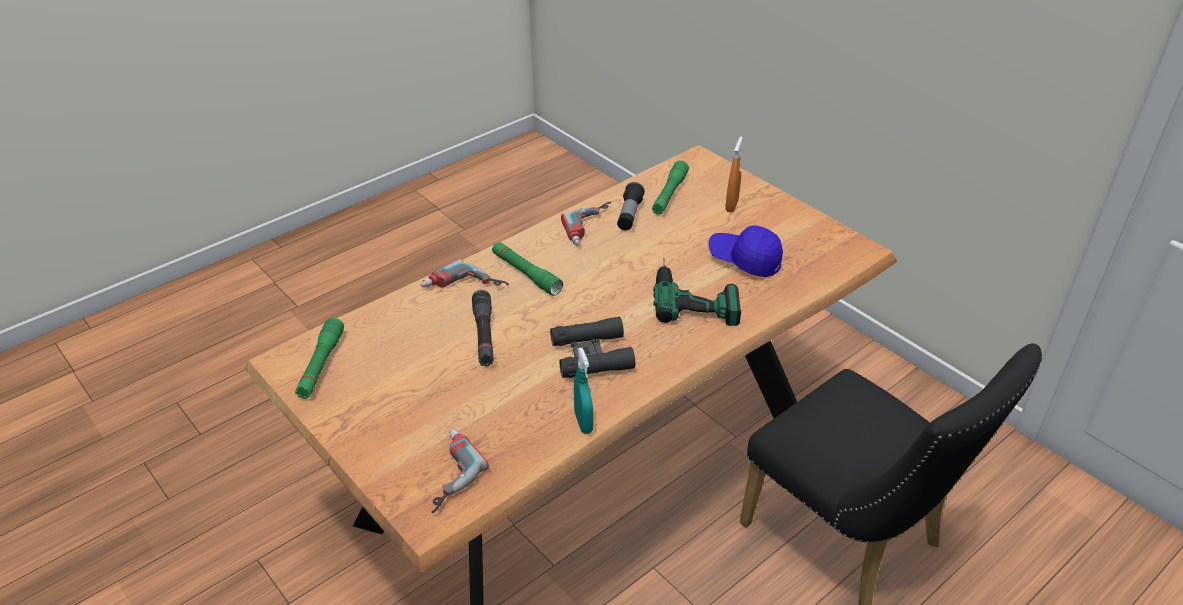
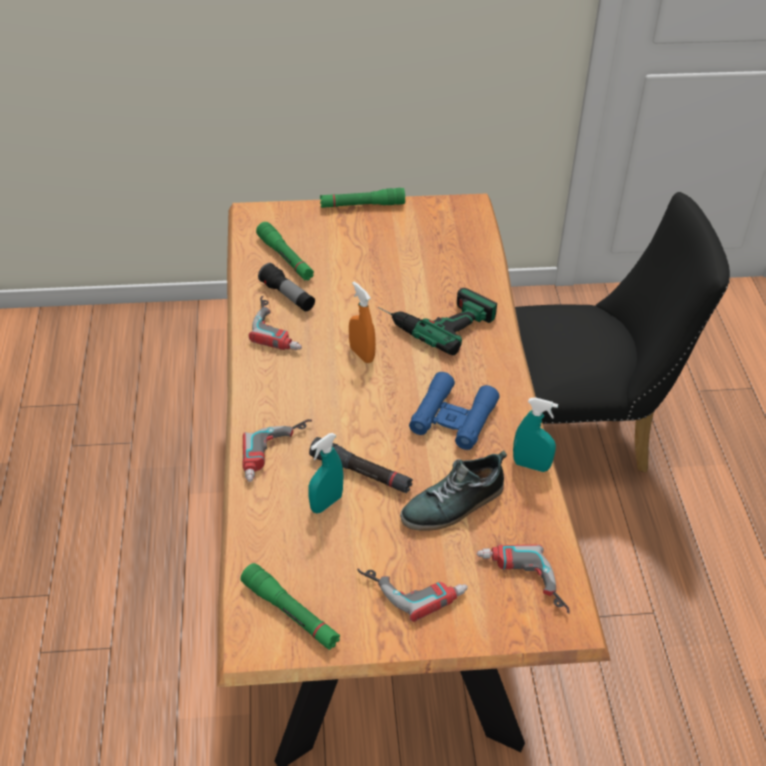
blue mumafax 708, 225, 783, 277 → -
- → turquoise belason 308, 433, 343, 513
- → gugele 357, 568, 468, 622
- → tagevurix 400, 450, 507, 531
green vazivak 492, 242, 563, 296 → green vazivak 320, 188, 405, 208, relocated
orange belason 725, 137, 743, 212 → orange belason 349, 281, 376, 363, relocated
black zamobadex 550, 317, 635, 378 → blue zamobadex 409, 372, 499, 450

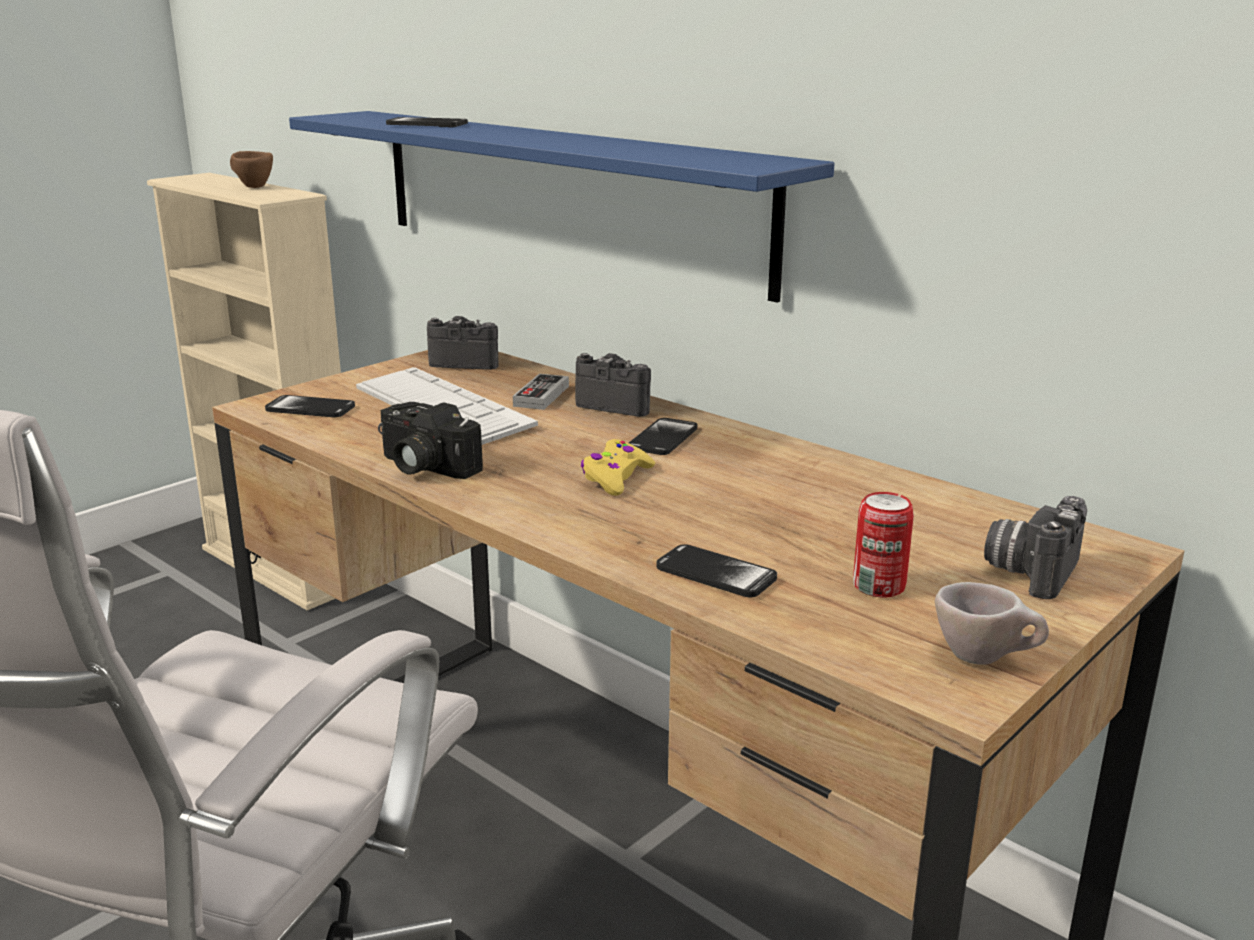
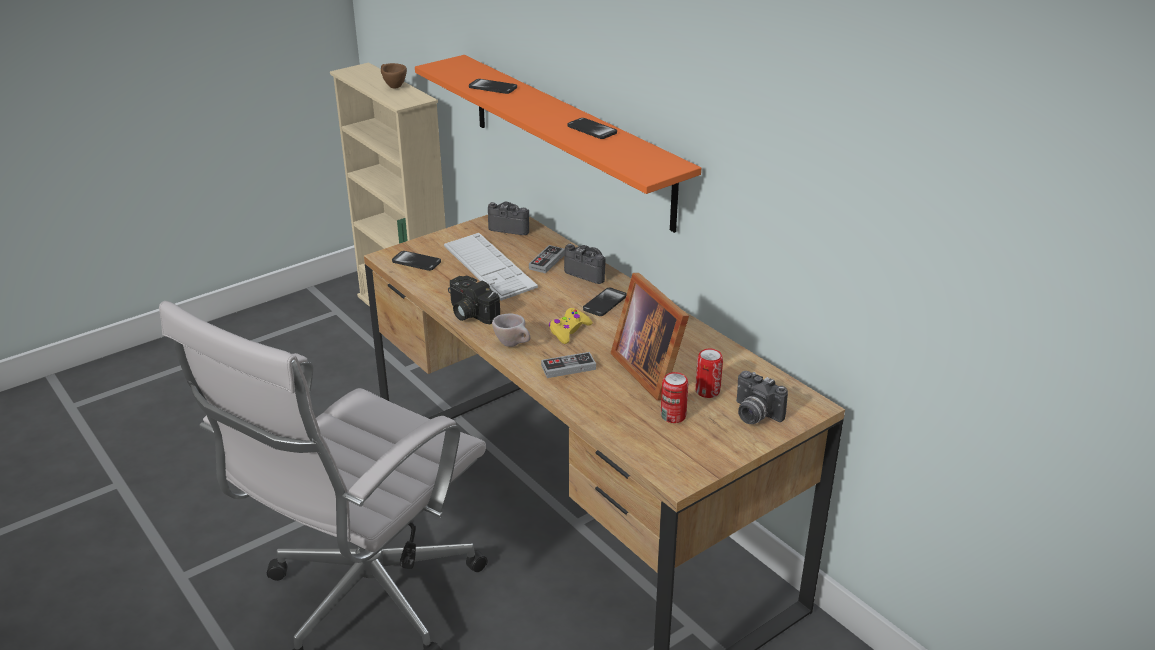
- → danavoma 541, 352, 596, 378
- → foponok 610, 273, 689, 401
- → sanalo 695, 349, 723, 398
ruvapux 656, 544, 777, 597 → ruvapux 568, 118, 617, 139, relocated
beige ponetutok 935, 582, 1049, 665 → beige ponetutok 492, 313, 530, 347, relocated
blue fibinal 289, 111, 834, 303 → orange fibinal 415, 55, 701, 233
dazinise 984, 496, 1087, 599 → dazinise 736, 371, 788, 424, 90 degrees counterclockwise

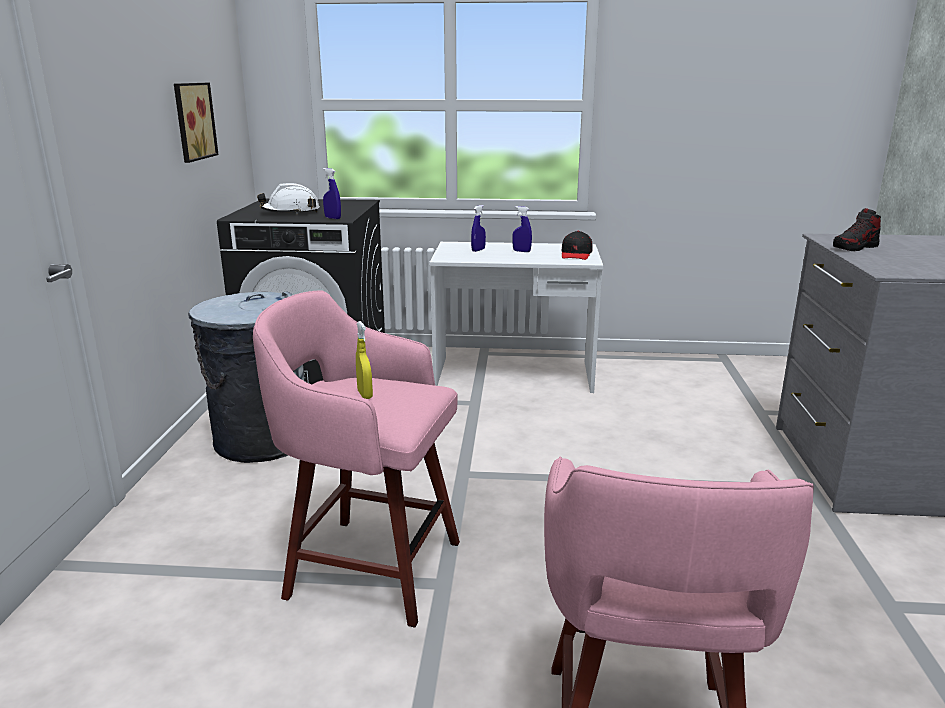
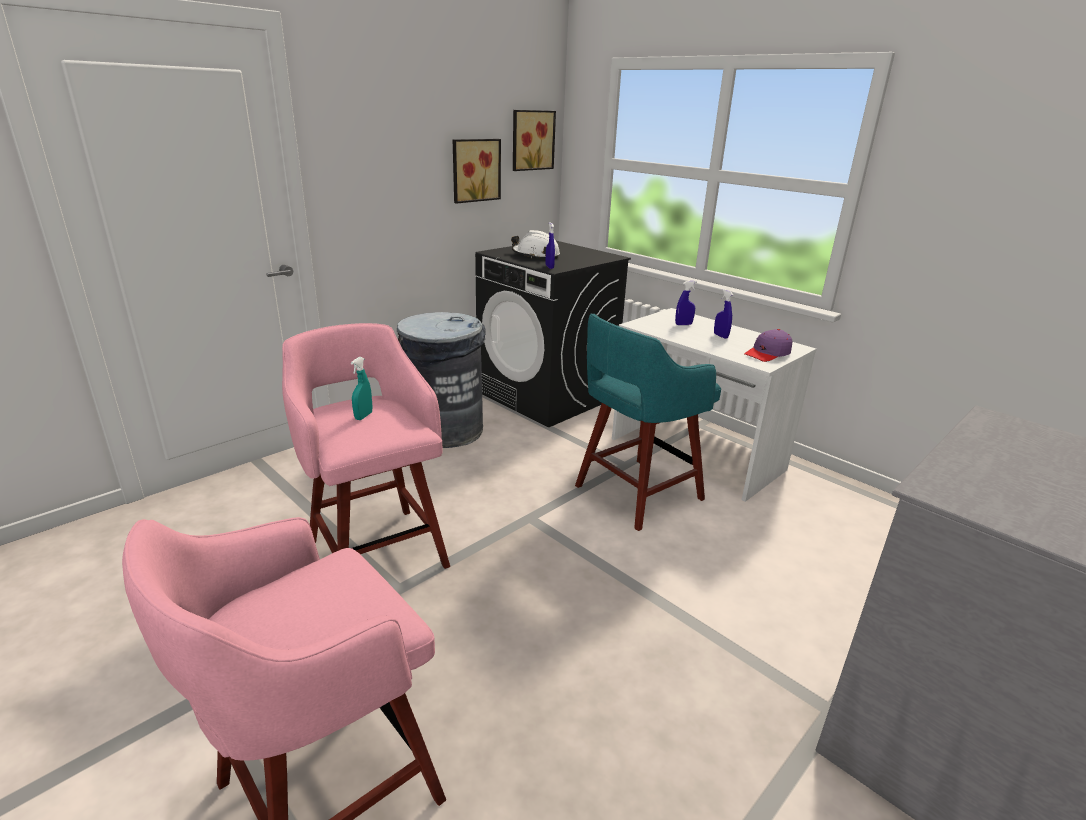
tagevurix 833, 208, 881, 251 → -
- → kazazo 513, 110, 556, 171
- → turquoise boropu 575, 314, 721, 531
yellow belason 356, 321, 373, 399 → turquoise belason 351, 357, 372, 420
black mumafax 562, 231, 592, 260 → purple mumafax 744, 329, 792, 362

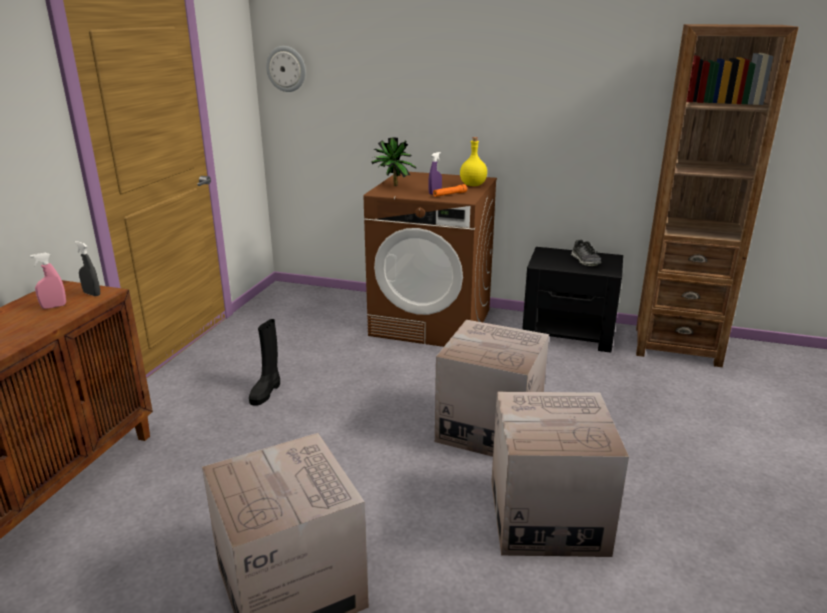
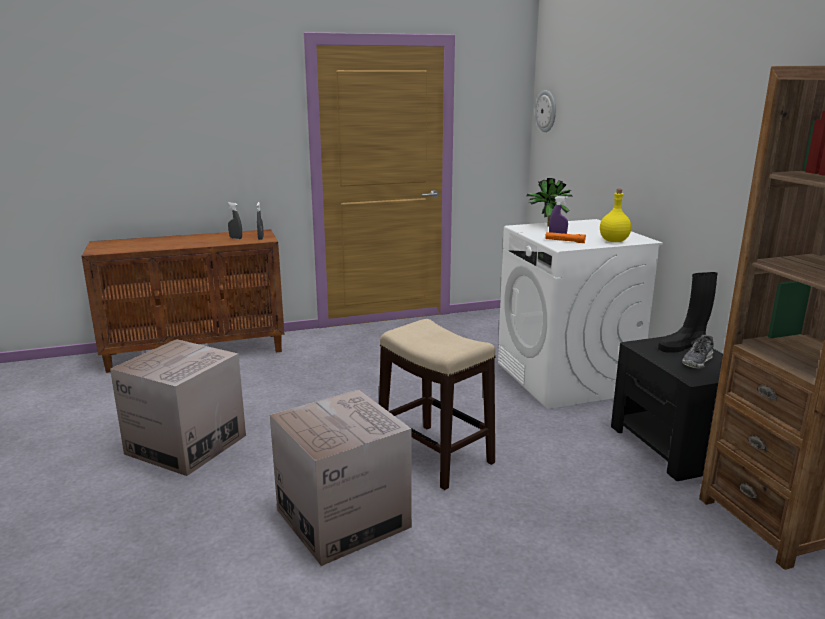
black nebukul 249, 319, 280, 406 → black nebukul 658, 272, 718, 353, relocated
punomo 435, 320, 549, 457 → boropu 379, 319, 496, 490
pink belason 30, 253, 66, 309 → grey belason 228, 202, 242, 239
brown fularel 364, 172, 497, 347 → white fularel 498, 219, 663, 409

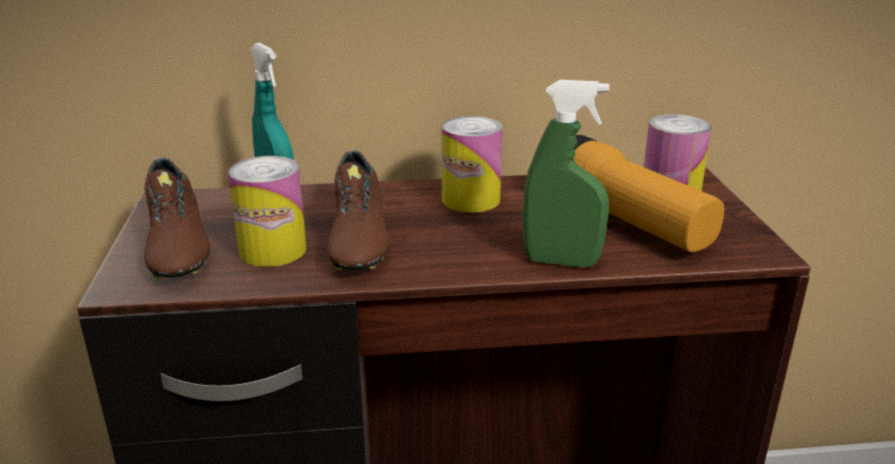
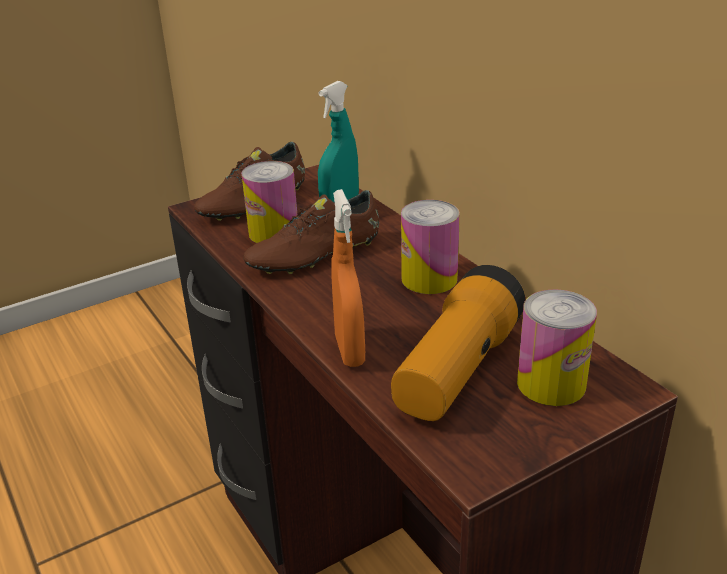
green belason 523, 80, 609, 267 → orange belason 331, 189, 365, 367

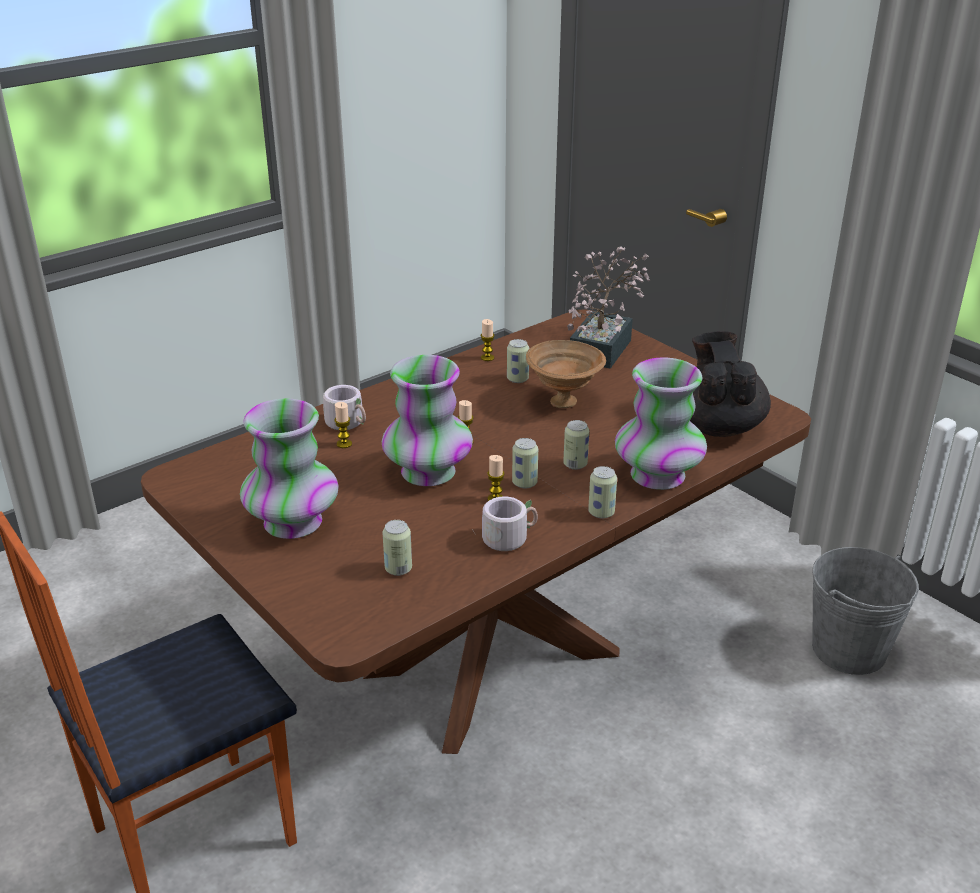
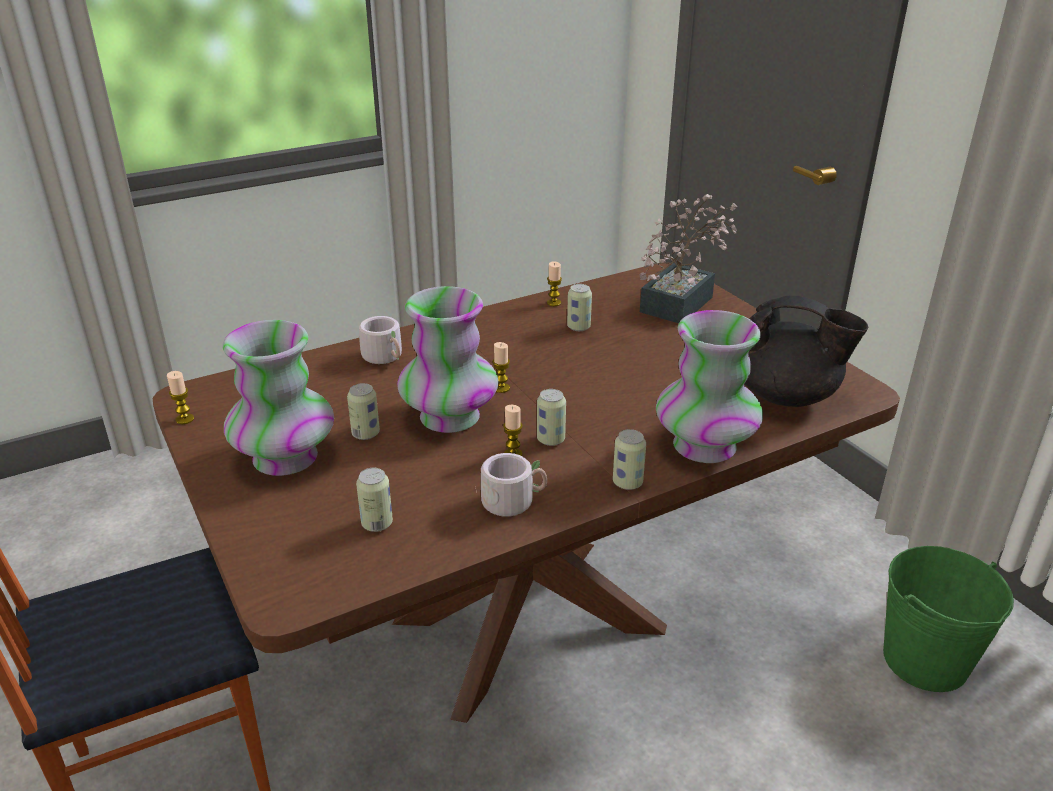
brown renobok 526, 340, 606, 408 → -
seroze 334, 402, 352, 448 → seroze 167, 371, 194, 424, relocated
sanalo 563, 420, 589, 470 → sanalo 347, 383, 380, 440, relocated
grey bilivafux 812, 547, 919, 675 → green bilivafux 883, 546, 1014, 692
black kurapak 690, 331, 771, 437 → black kurapak 744, 295, 868, 407, 105 degrees clockwise

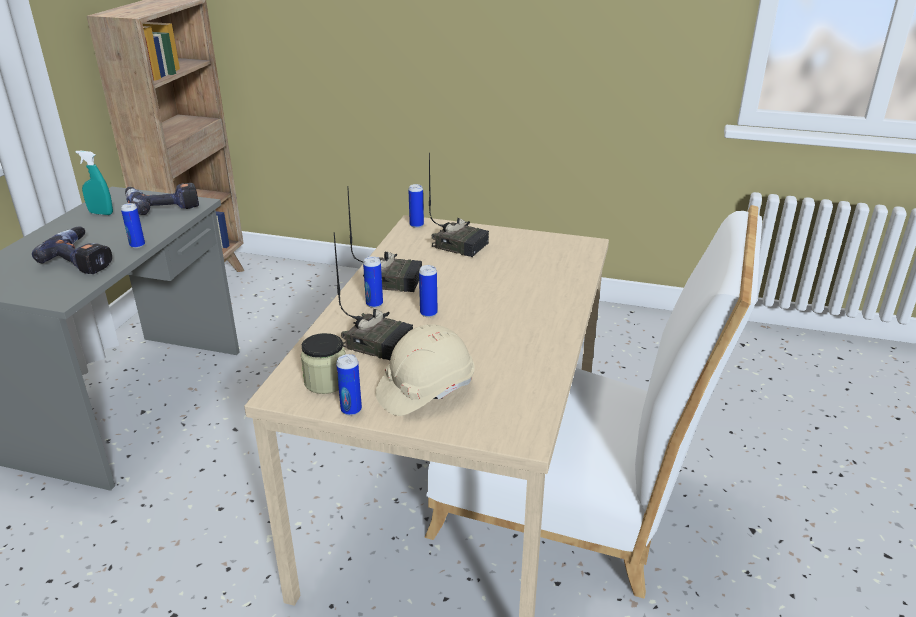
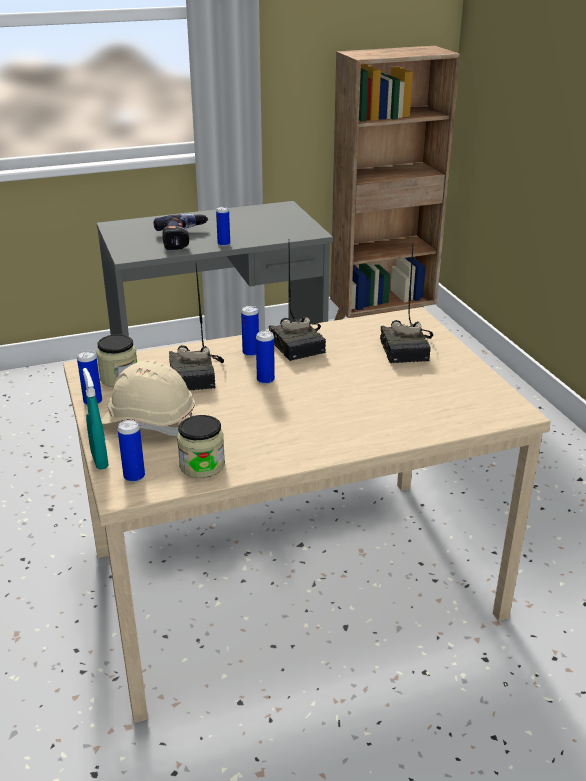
gugele 125, 183, 199, 215 → -
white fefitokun 425, 205, 762, 598 → -
- → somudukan 177, 415, 225, 478
turquoise belason 76, 150, 113, 215 → turquoise belason 83, 368, 109, 470, relocated
sanalo 408, 184, 424, 228 → sanalo 118, 420, 145, 482, relocated

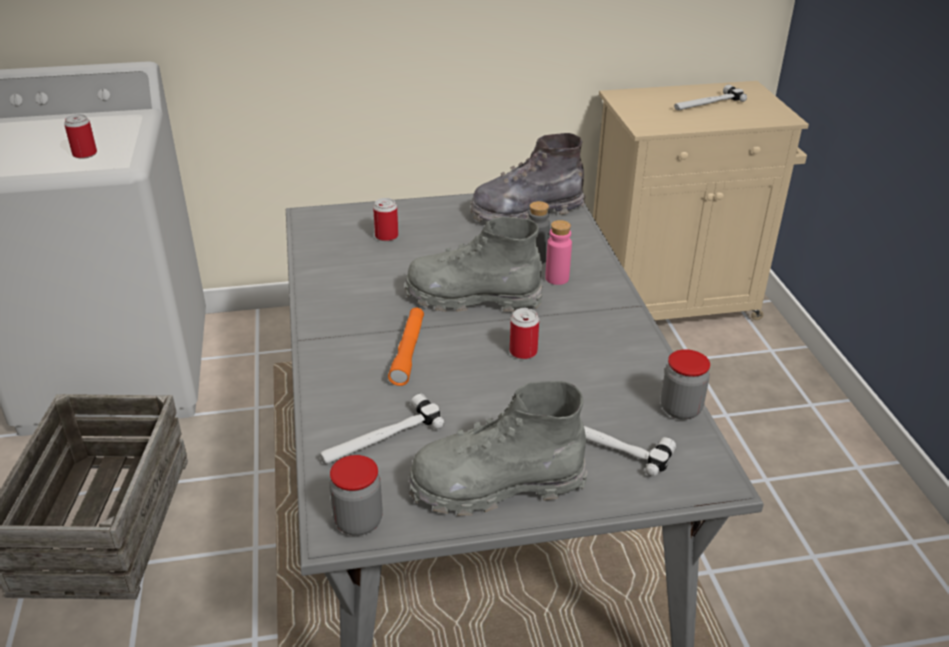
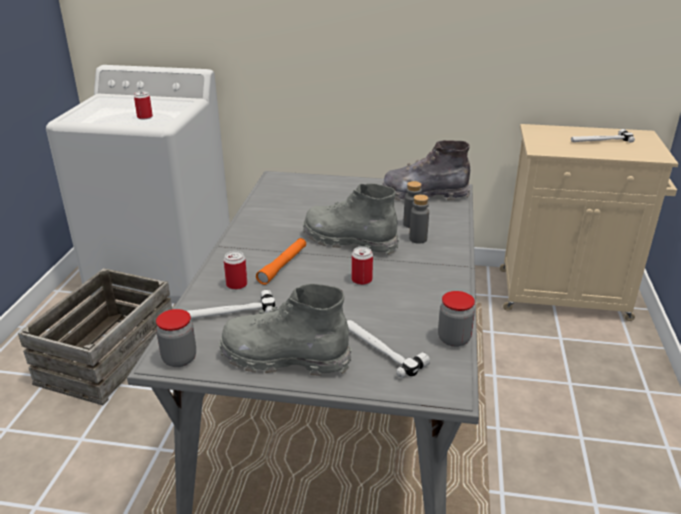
sanalo 373, 198, 398, 241 → sanalo 224, 251, 247, 290, relocated
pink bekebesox 545, 220, 572, 285 → grey bekebesox 409, 195, 429, 244

